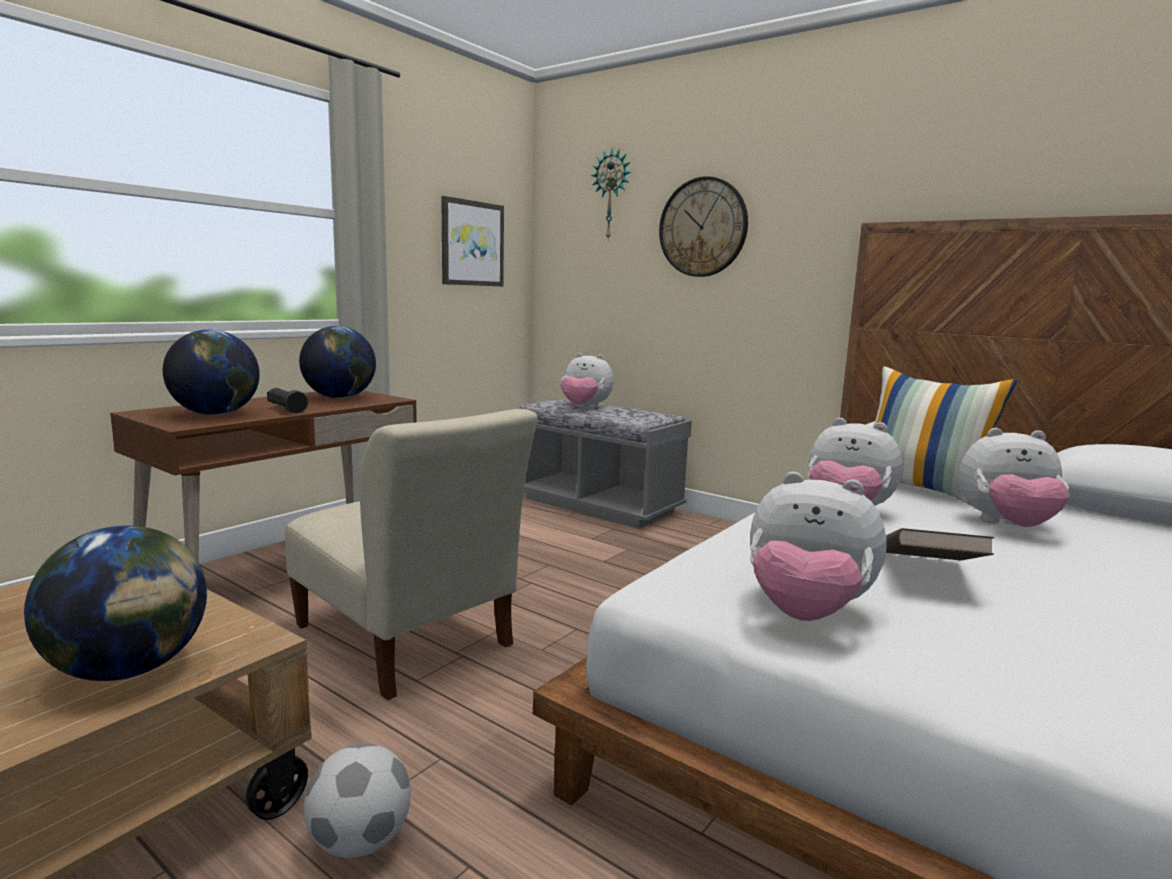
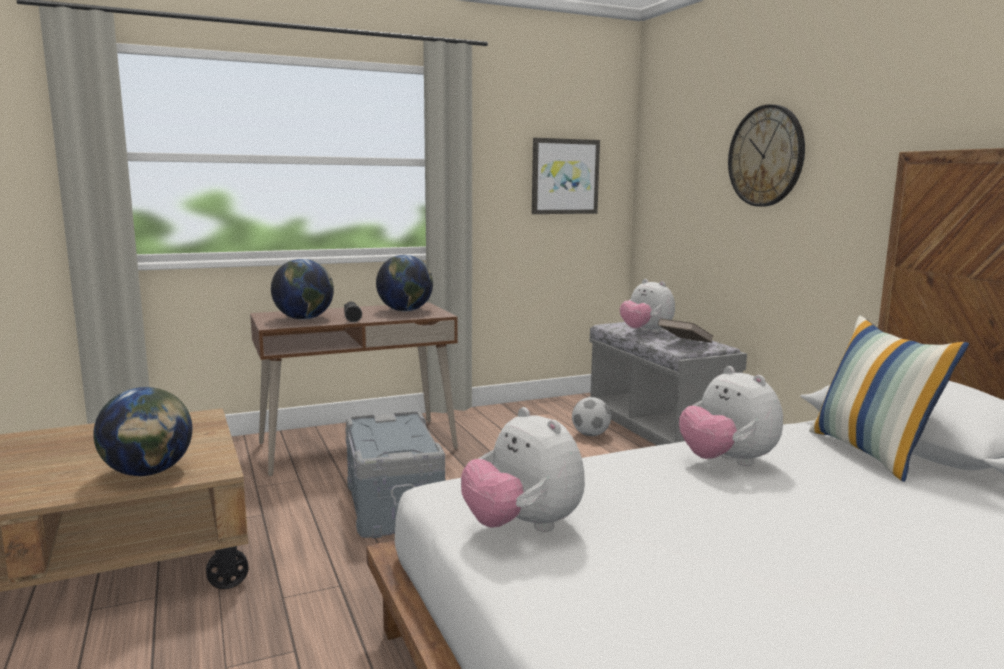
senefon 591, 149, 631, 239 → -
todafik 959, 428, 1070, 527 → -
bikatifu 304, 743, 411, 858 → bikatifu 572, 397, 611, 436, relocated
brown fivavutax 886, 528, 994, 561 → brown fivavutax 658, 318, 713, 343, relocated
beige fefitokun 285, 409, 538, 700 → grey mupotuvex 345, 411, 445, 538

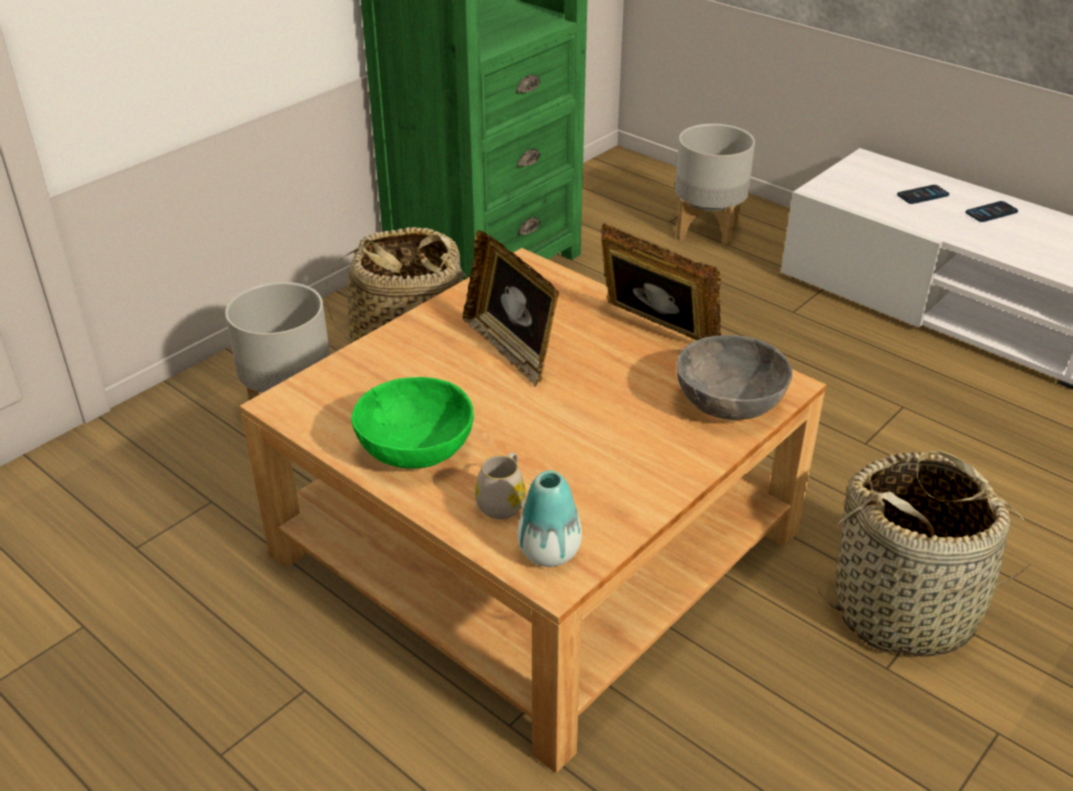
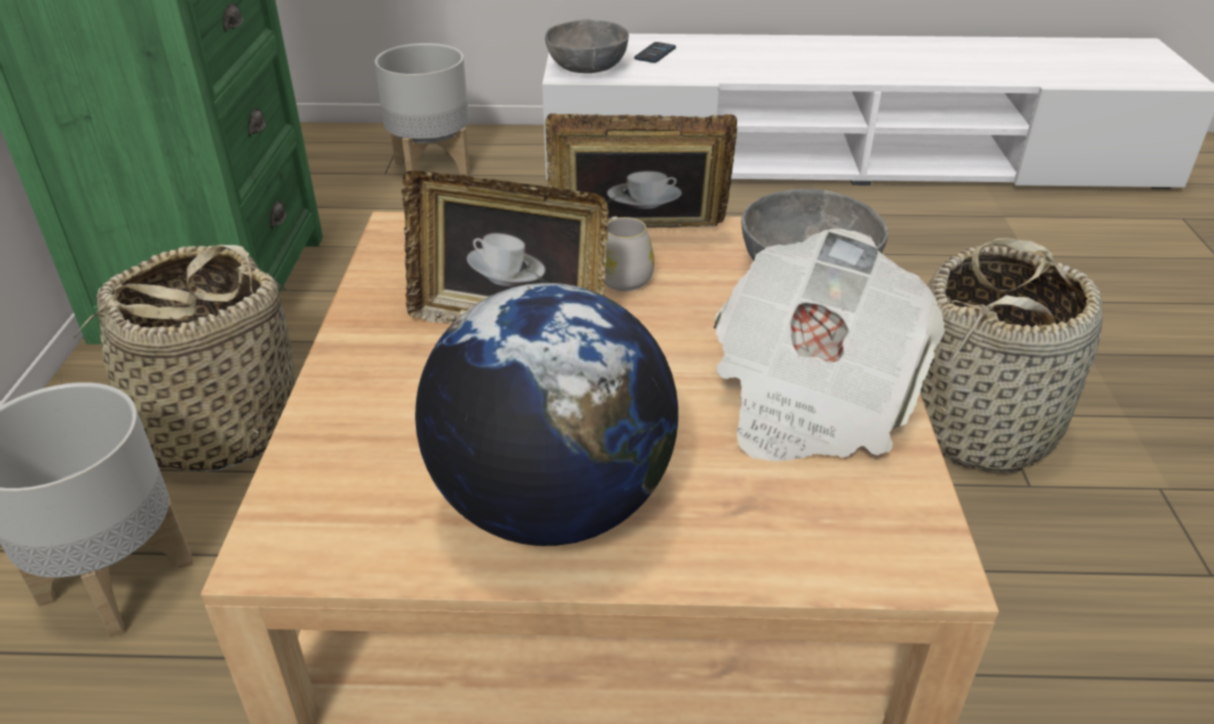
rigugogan 517, 470, 582, 567 → -
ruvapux 965, 201, 1018, 222 → -
- → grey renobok 545, 19, 629, 73
- → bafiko 713, 228, 945, 461
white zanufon 475, 452, 526, 519 → white zanufon 605, 216, 654, 291, relocated
green renobok 351, 377, 474, 469 → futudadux 415, 283, 678, 546

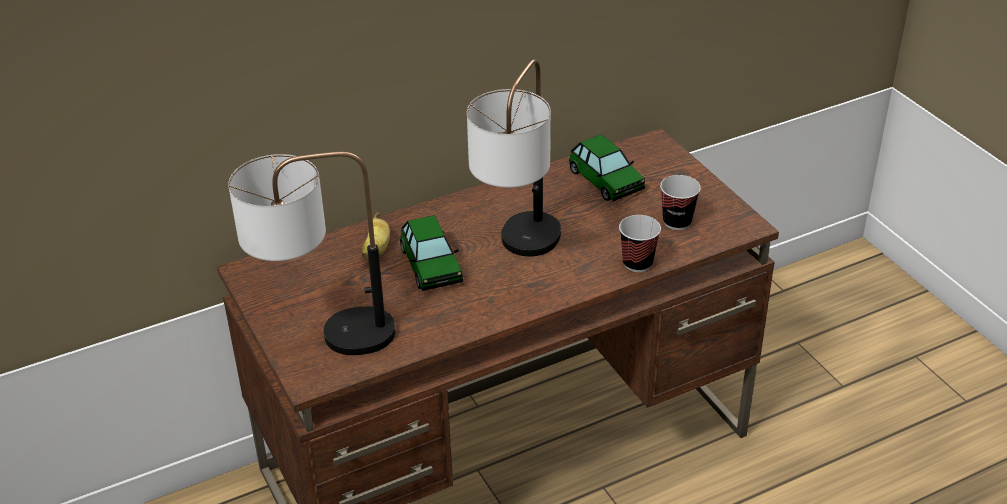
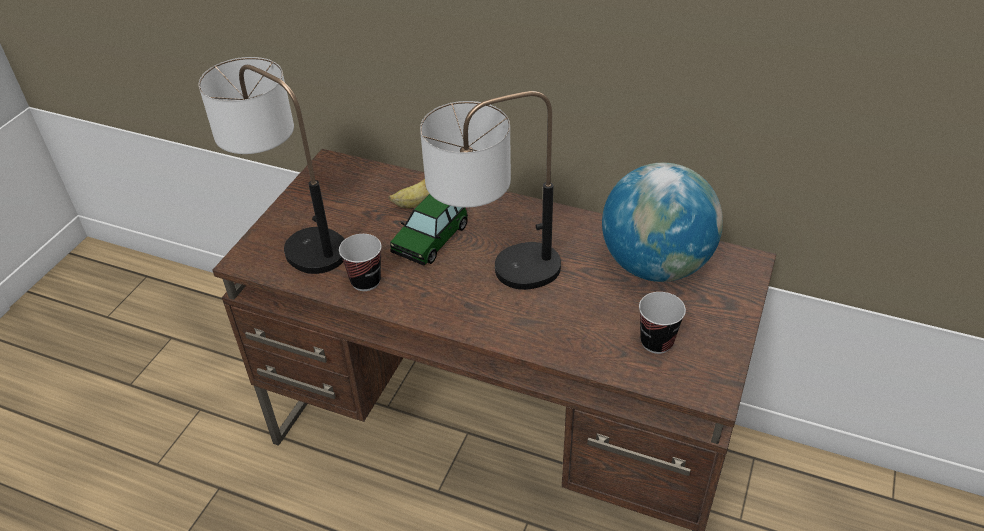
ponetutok 619, 215, 661, 272 → ponetutok 339, 234, 381, 291, relocated
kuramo 569, 134, 645, 201 → futudadux 602, 163, 723, 282

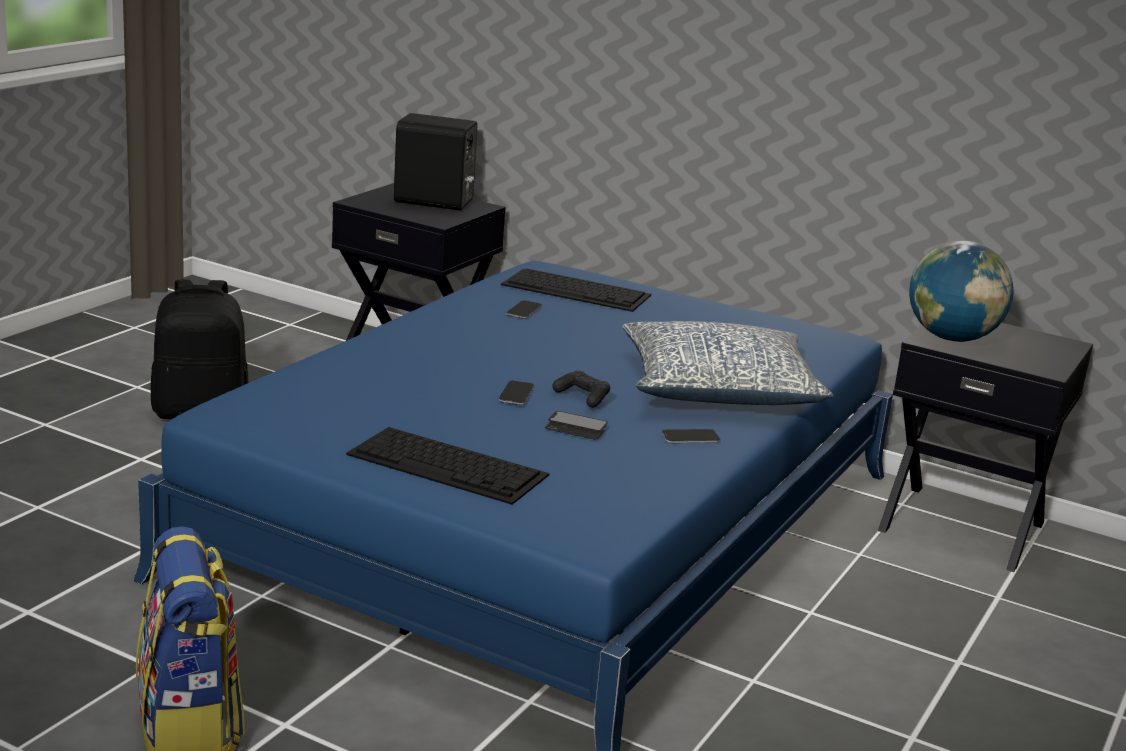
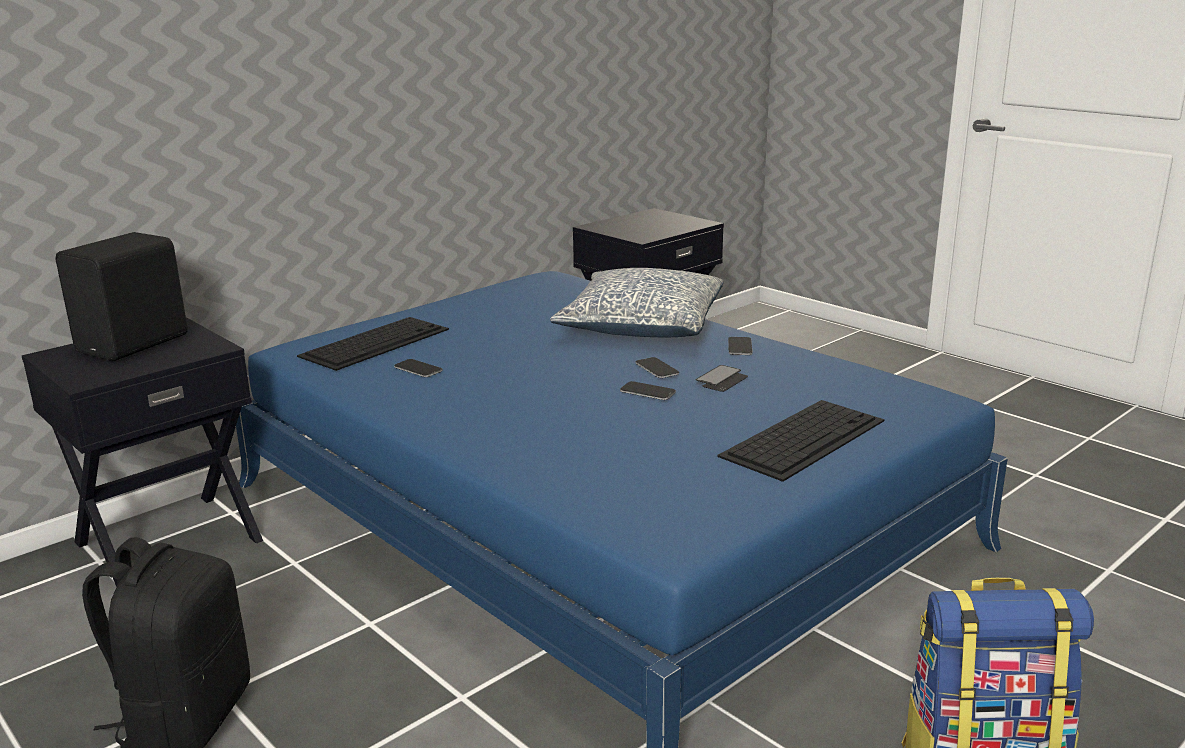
futudadux 909, 241, 1014, 342 → -
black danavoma 552, 371, 610, 408 → ruvapux 635, 357, 679, 378

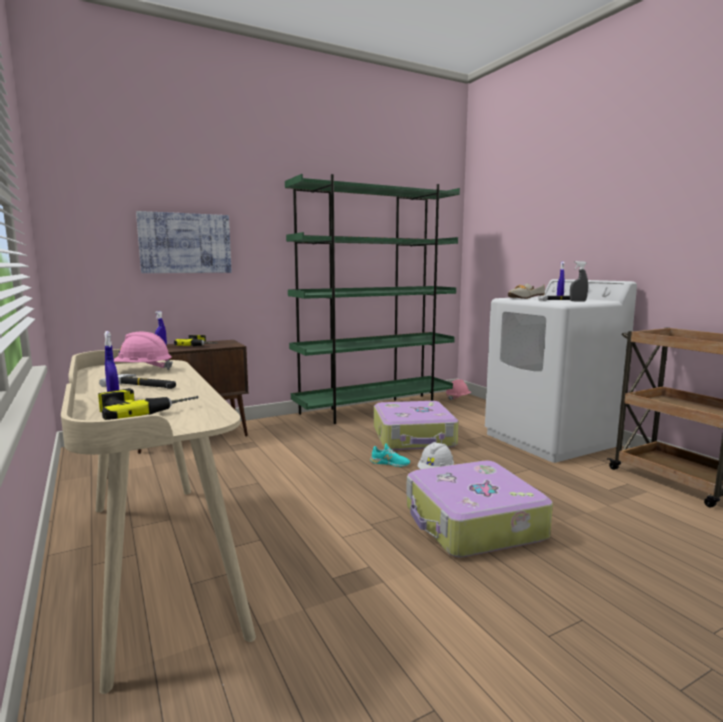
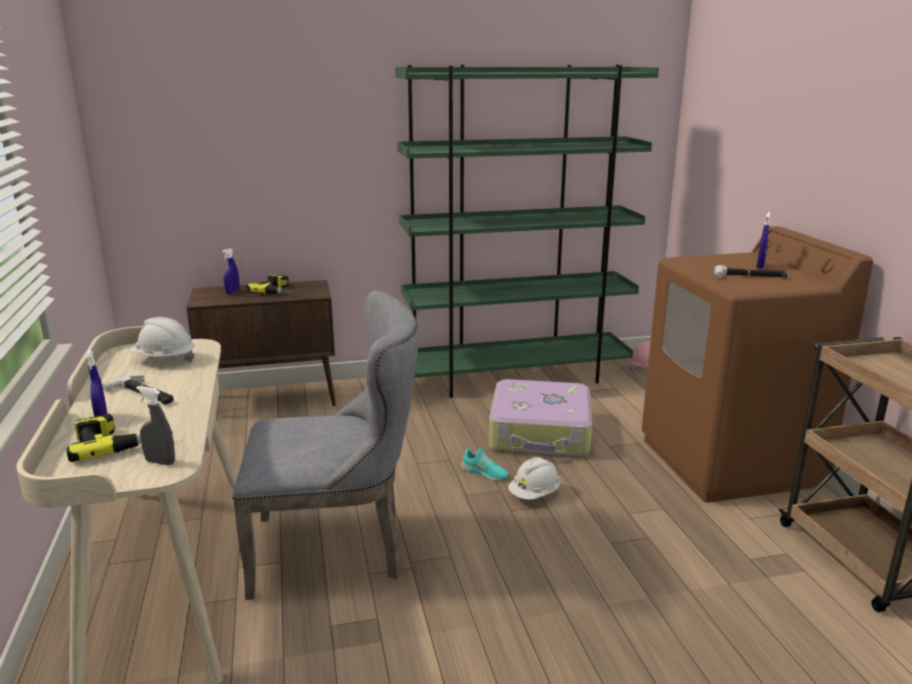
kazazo 136, 211, 232, 273 → -
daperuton 406, 461, 553, 557 → -
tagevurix 508, 283, 545, 299 → -
- → grey fefitokun 232, 290, 419, 600
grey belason 570, 261, 588, 302 → grey belason 136, 386, 175, 465, relocated
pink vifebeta 114, 332, 173, 370 → white vifebeta 129, 317, 195, 363
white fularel 485, 279, 637, 463 → brown fularel 642, 226, 873, 503

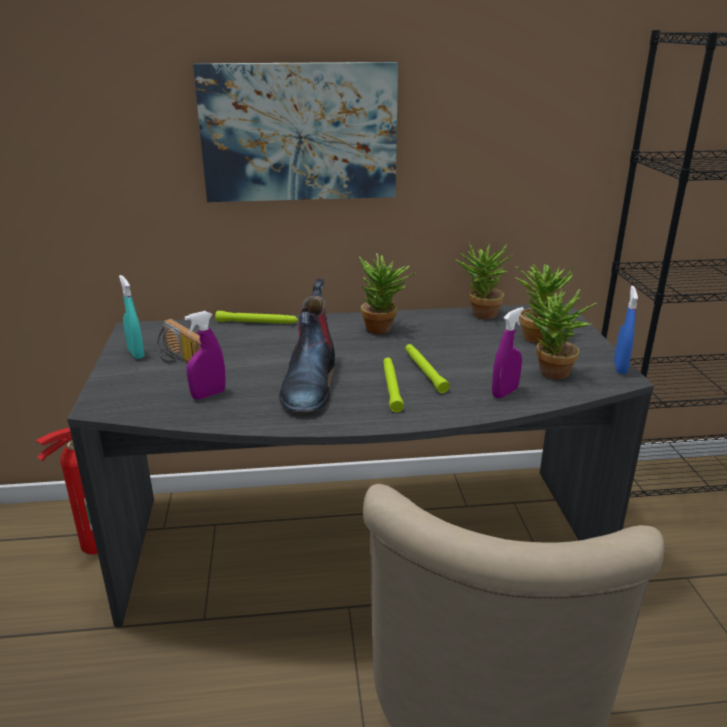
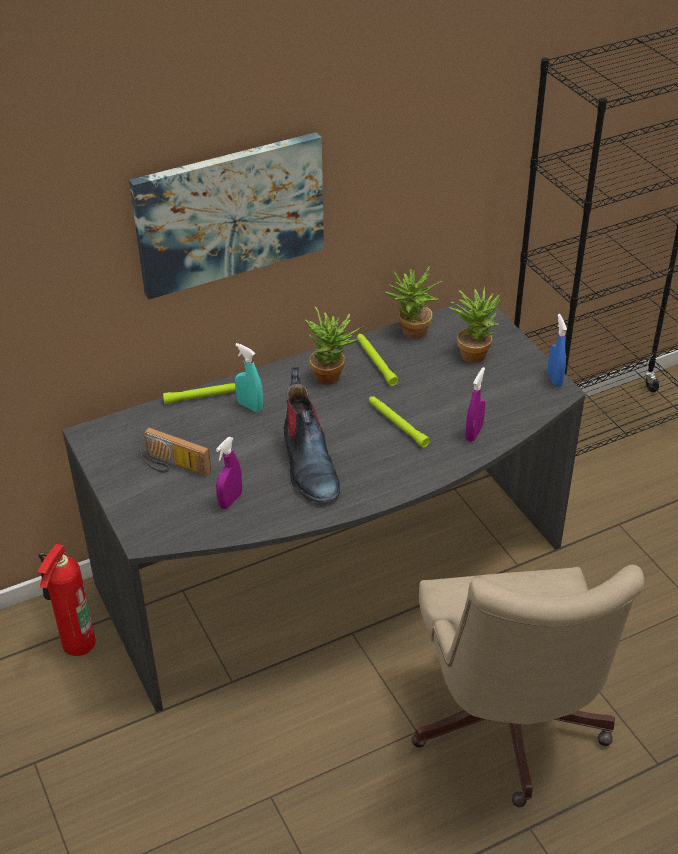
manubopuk 525, 288, 598, 379 → -
turquoise belason 119, 275, 145, 359 → turquoise belason 235, 343, 263, 412, relocated
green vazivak 383, 358, 404, 412 → green vazivak 357, 334, 398, 386, relocated

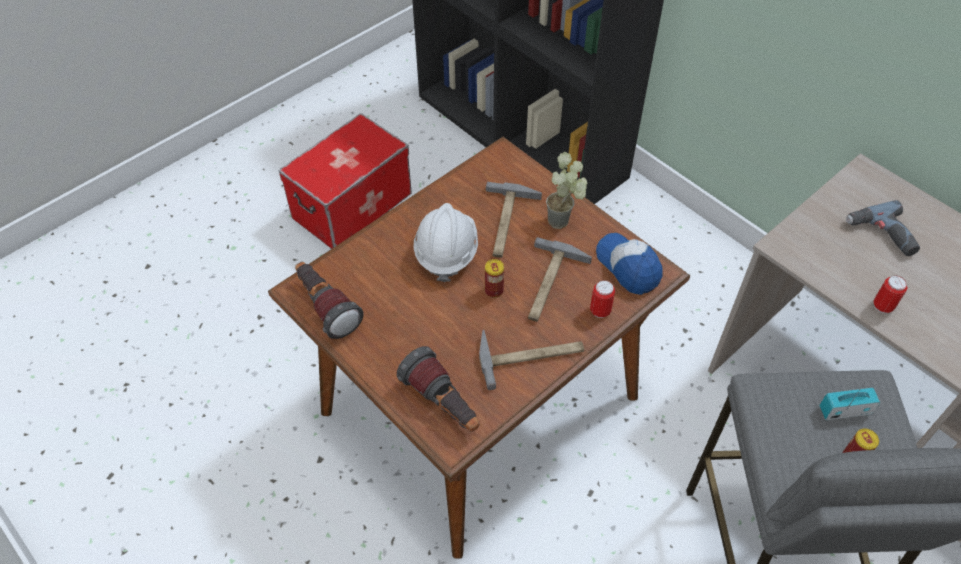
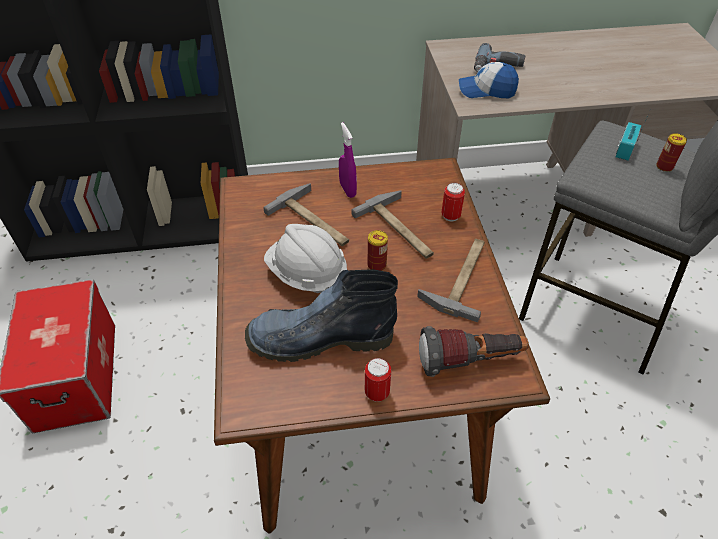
vazivak 295, 262, 364, 339 → -
- → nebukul 245, 269, 398, 362
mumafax 596, 233, 663, 295 → mumafax 459, 62, 519, 98, relocated
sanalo 873, 276, 907, 313 → sanalo 365, 358, 391, 402, relocated
manubopuk 546, 152, 588, 229 → purple belason 339, 122, 357, 198

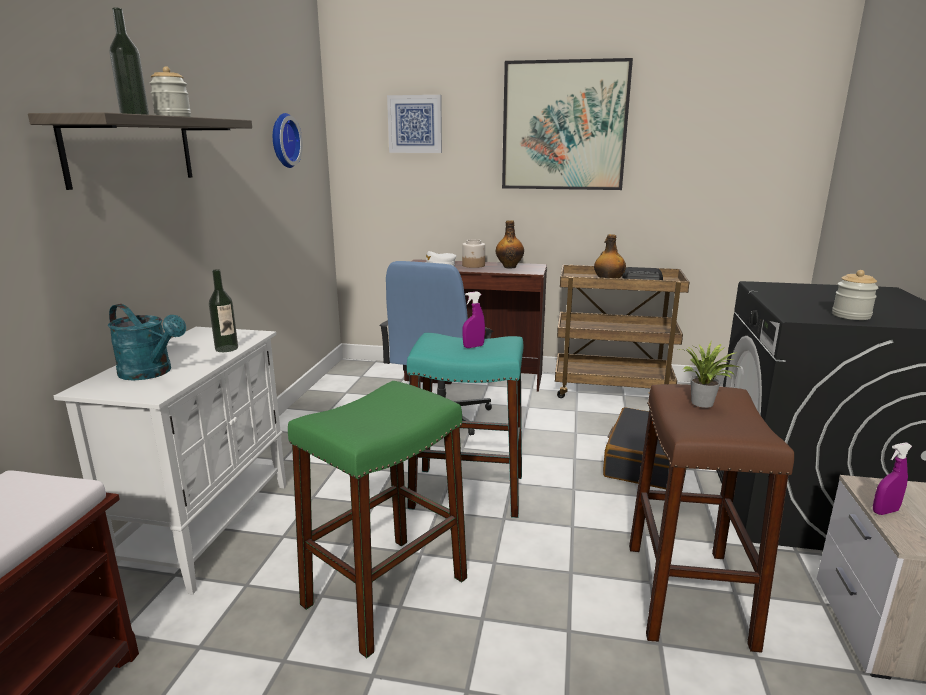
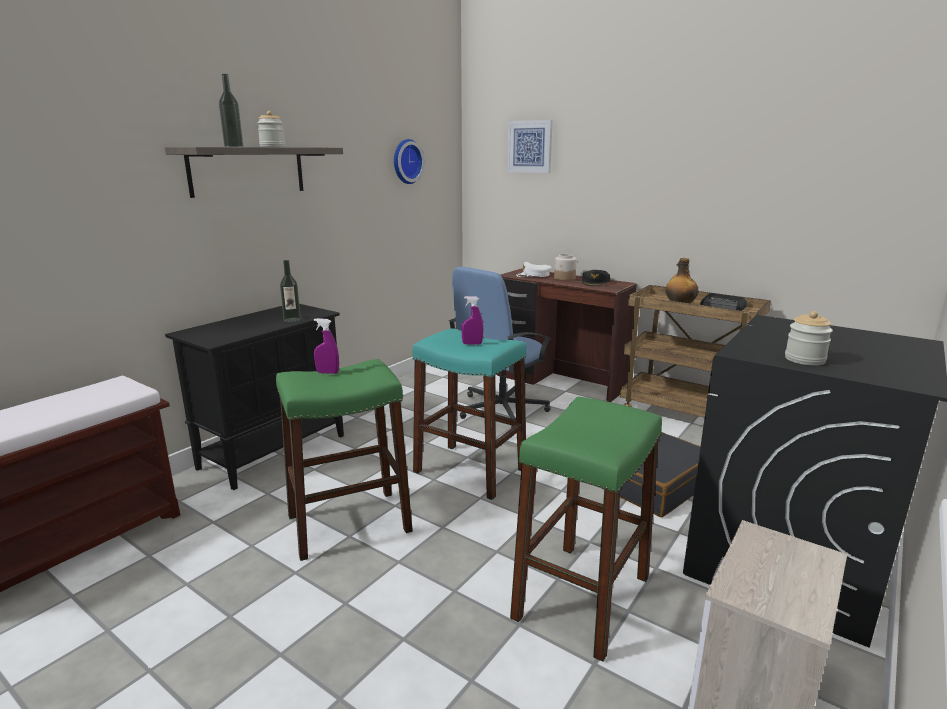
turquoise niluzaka 108, 304, 186, 380 → -
kazazo 502, 58, 633, 190 → -
manubopuk 681, 342, 738, 408 → -
purple belason 873, 442, 912, 515 → purple belason 314, 318, 339, 374, relocated
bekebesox 496, 220, 524, 269 → black mumafax 582, 270, 610, 286
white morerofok 54, 327, 286, 595 → black morerofok 165, 304, 344, 490
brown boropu 629, 384, 794, 653 → green boropu 510, 397, 662, 662

